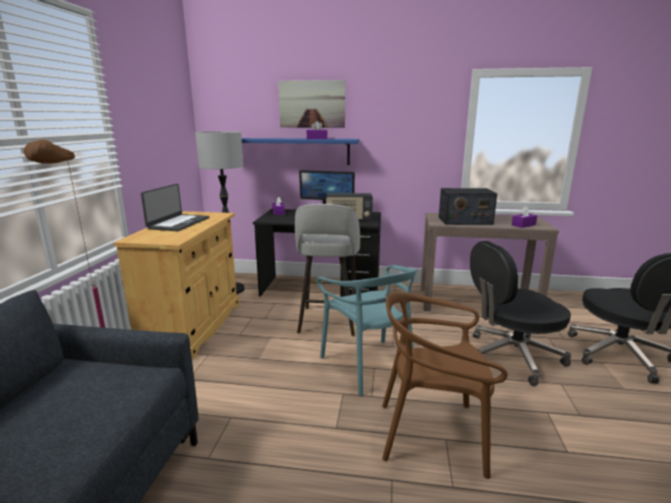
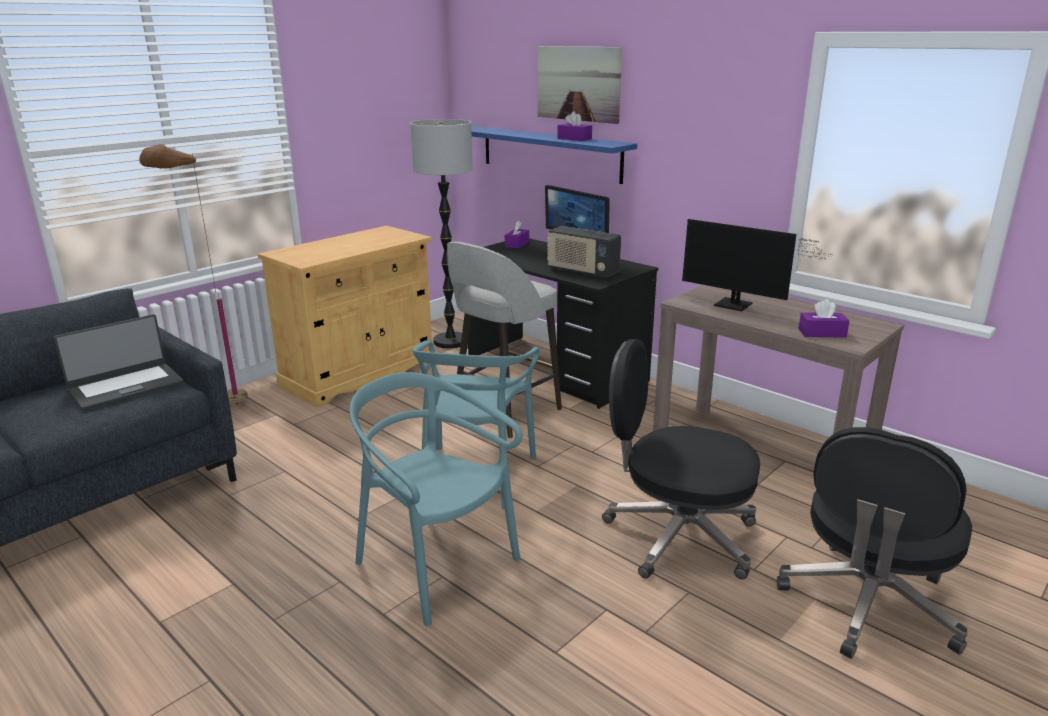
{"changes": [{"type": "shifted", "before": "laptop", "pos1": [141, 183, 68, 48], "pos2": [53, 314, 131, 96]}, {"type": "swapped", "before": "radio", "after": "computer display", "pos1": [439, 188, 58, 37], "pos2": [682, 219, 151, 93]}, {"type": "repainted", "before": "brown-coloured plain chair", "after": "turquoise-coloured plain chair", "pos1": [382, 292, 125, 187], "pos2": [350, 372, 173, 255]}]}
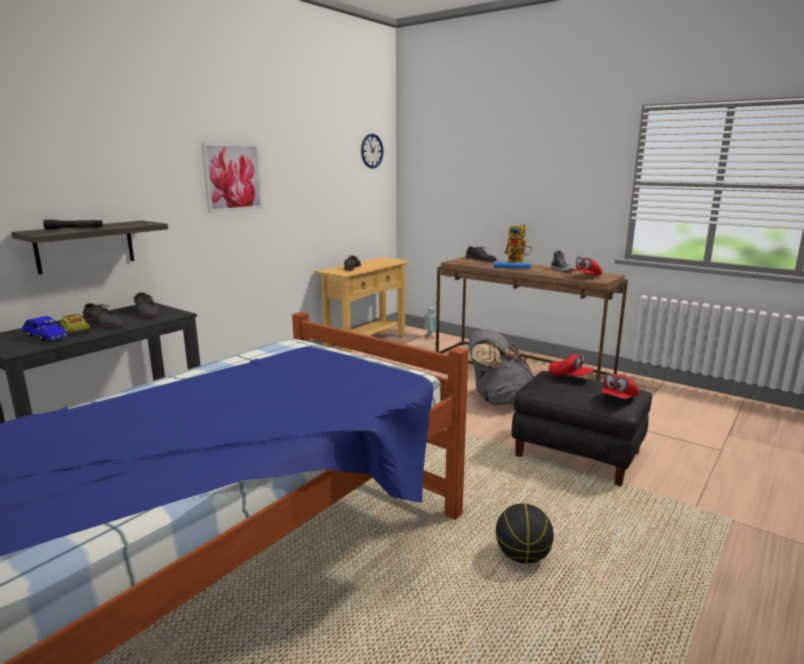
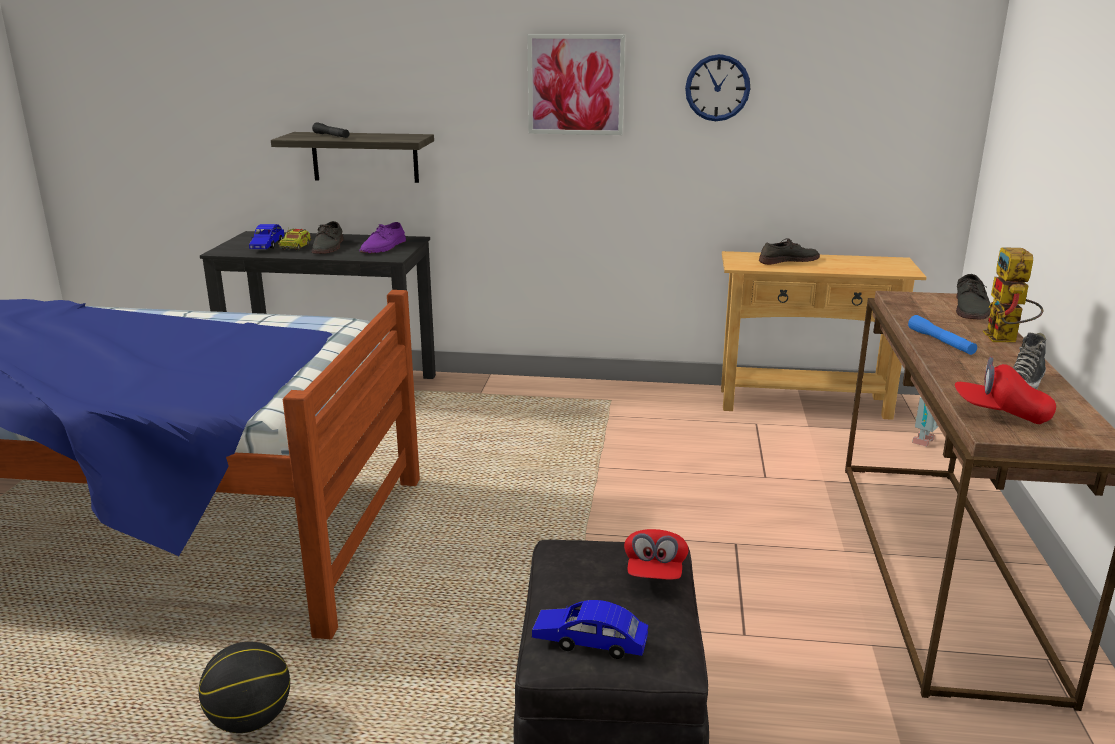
{"changes": [{"type": "shifted", "before": "hanging clock", "pos1": [361, 134, 23, 35], "pos2": [685, 54, 65, 67]}, {"type": "repainted", "before": "grey item of footwear", "after": "purple-coloured item of footwear", "pos1": [134, 292, 26, 26], "pos2": [359, 222, 47, 31]}, {"type": "gone", "before": "grey knapsack", "pos1": [468, 329, 66, 77]}, {"type": "swapped", "before": "reddish peaked cap", "after": "blue-coloured miniature car", "pos1": [599, 373, 40, 26], "pos2": [532, 600, 116, 59]}]}
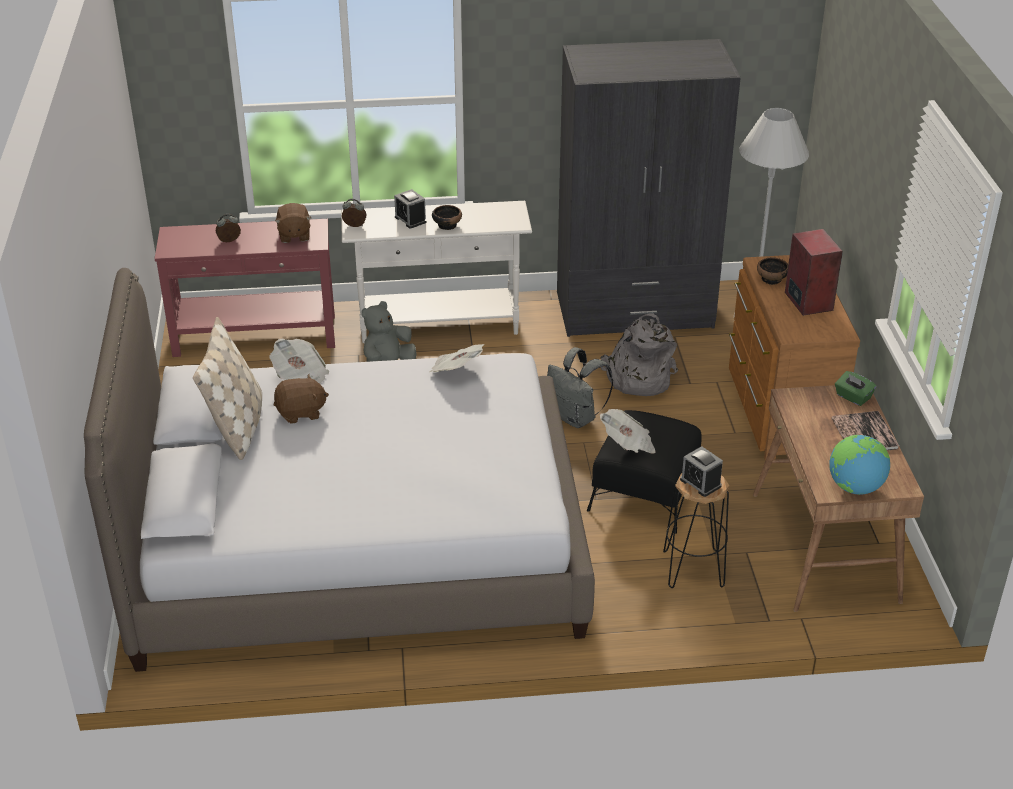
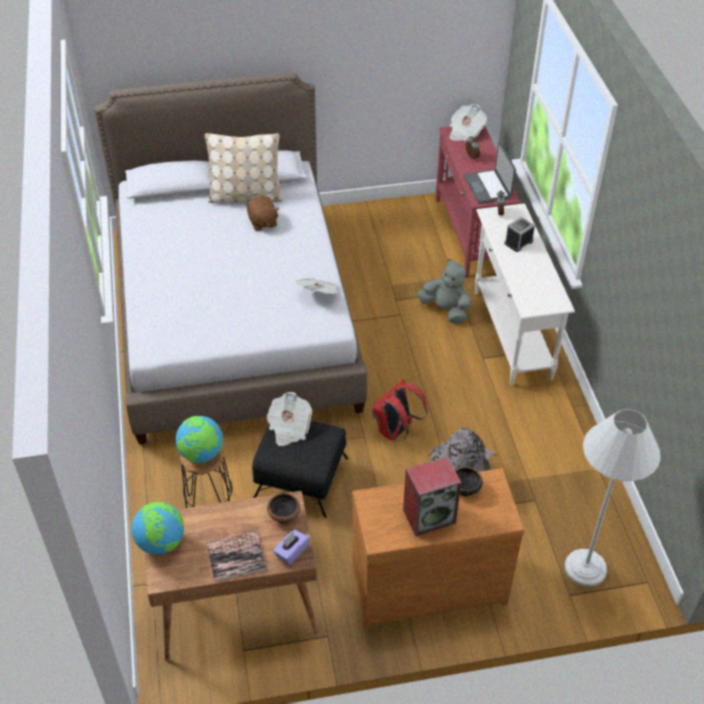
{"changes": [{"type": "gone", "before": "grey wardrobe", "pos1": [557, 39, 183, 298]}, {"type": "swapped", "before": "brown-coloured plush toy", "after": "laptop", "pos1": [275, 203, 36, 40], "pos2": [464, 142, 52, 62]}, {"type": "shifted", "before": "bowl", "pos1": [432, 205, 30, 25], "pos2": [267, 493, 33, 30]}, {"type": "shifted", "before": "newspaper", "pos1": [269, 338, 60, 46], "pos2": [449, 104, 38, 37]}, {"type": "repainted", "before": "grey knapsack", "after": "reddish knapsack", "pos1": [547, 347, 66, 81], "pos2": [372, 379, 56, 62]}, {"type": "repainted", "before": "green tissue holder", "after": "purple-coloured tissue holder", "pos1": [835, 371, 41, 35], "pos2": [273, 530, 37, 35]}, {"type": "swapped", "before": "bedside clock", "after": "desk globe", "pos1": [680, 446, 43, 51], "pos2": [176, 416, 47, 47]}]}
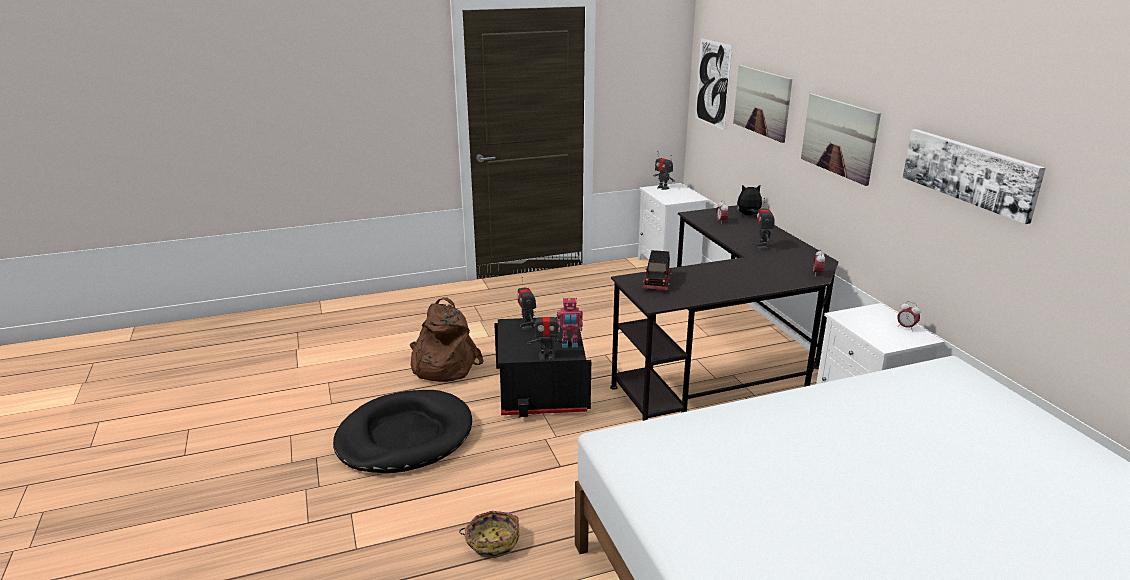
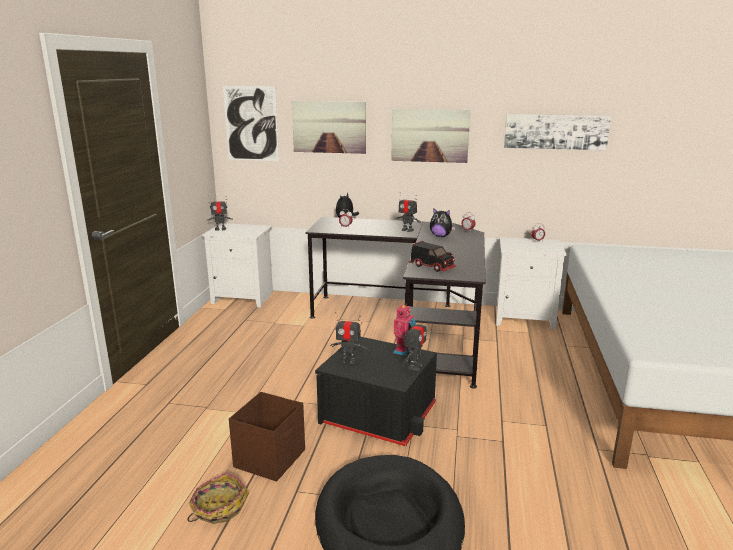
{"changes": [{"type": "swapped", "before": "brown-coloured knapsack", "after": "brown-coloured storage container", "pos1": [410, 297, 74, 85], "pos2": [229, 392, 76, 90]}, {"type": "shifted", "before": "storage basket", "pos1": [459, 511, 60, 47], "pos2": [188, 473, 61, 51]}, {"type": "new", "after": "plush toy", "pos2": [430, 208, 26, 29]}]}
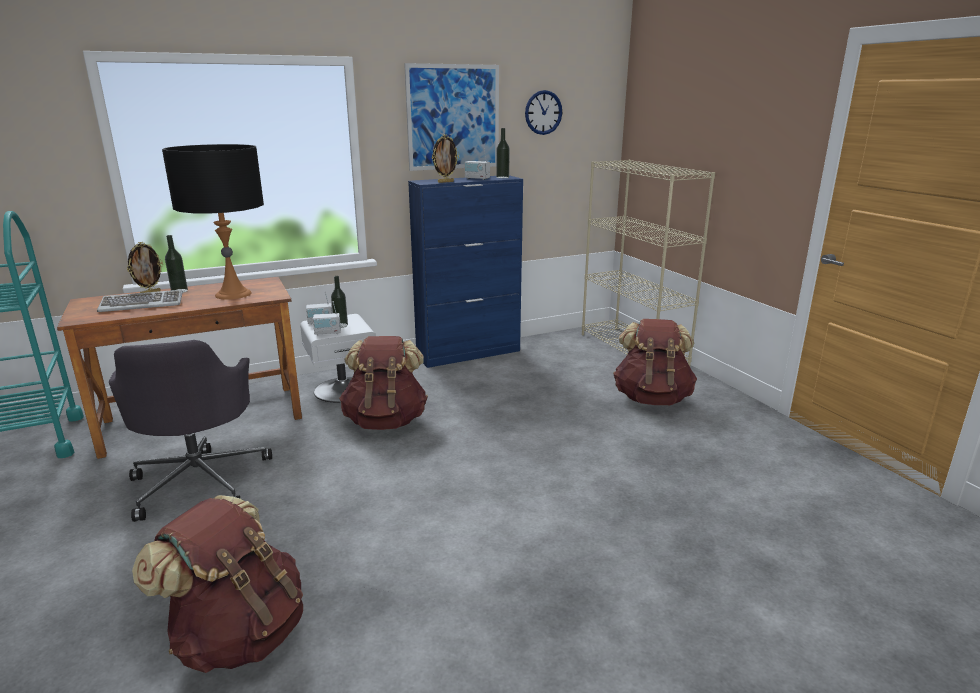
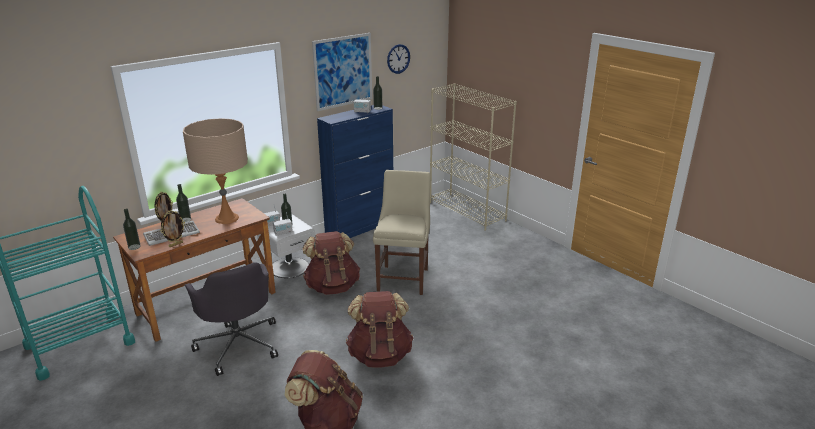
{"changes": [{"type": "shifted", "before": "photo frame", "pos1": [432, 134, 27, 49], "pos2": [160, 210, 25, 37]}, {"type": "repainted", "before": "black lamp for a table", "after": "beige lamp for a table", "pos1": [162, 144, 102, 156], "pos2": [183, 118, 65, 106]}, {"type": "shifted", "before": "brown-coloured knapsack", "pos1": [613, 319, 84, 86], "pos2": [346, 291, 67, 76]}, {"type": "new", "after": "beige plain chair", "pos2": [373, 170, 57, 125]}, {"type": "new", "after": "drink bottle", "pos2": [123, 209, 18, 41]}]}
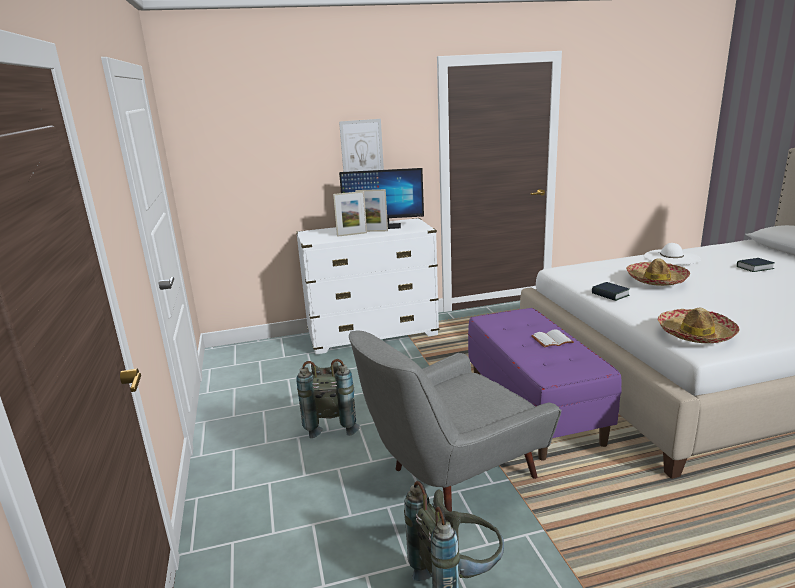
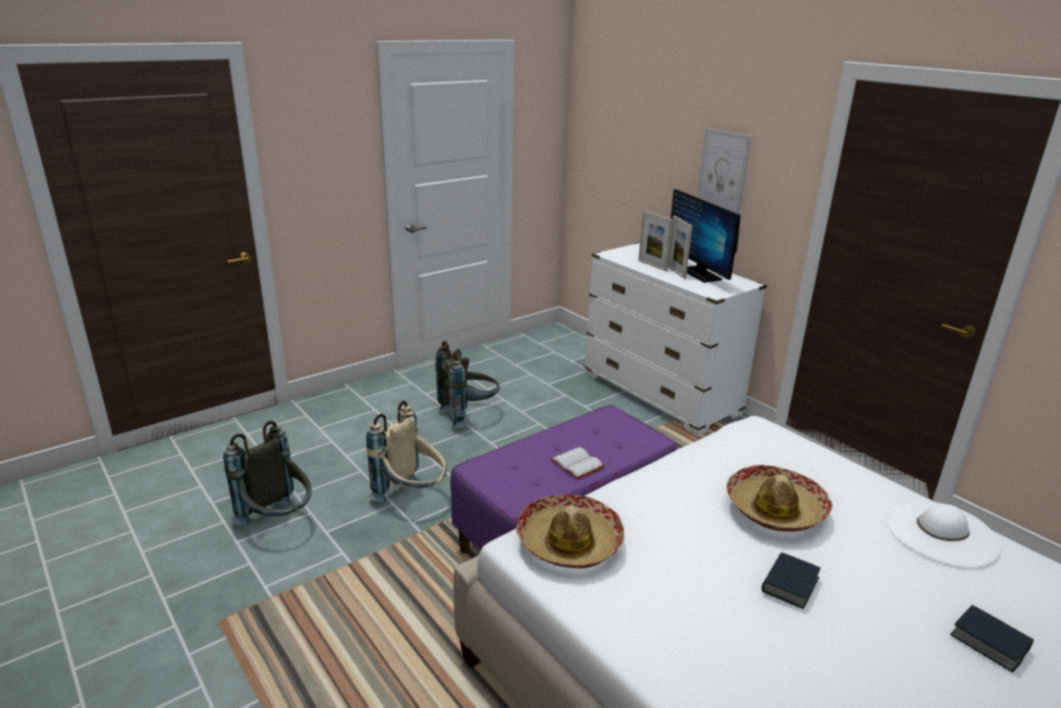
{"changes": [{"type": "shifted", "before": "book", "pos1": [592, 282, 37, 19], "pos2": [762, 552, 58, 57]}, {"type": "swapped", "before": "grey lounge chair", "after": "beige knapsack", "pos1": [349, 330, 212, 182], "pos2": [366, 401, 81, 101]}]}
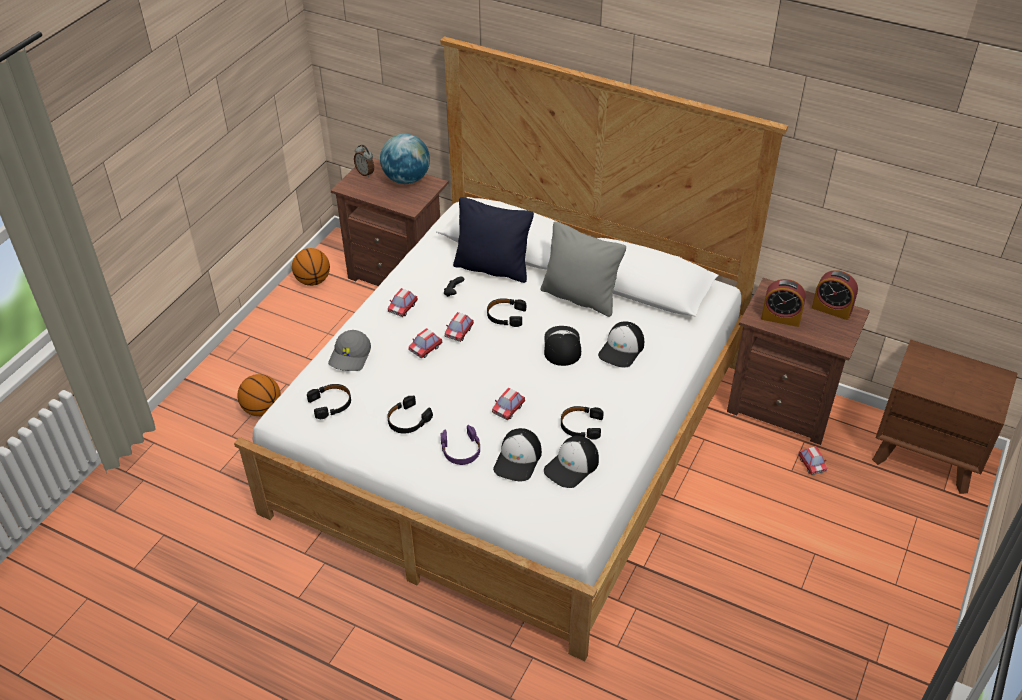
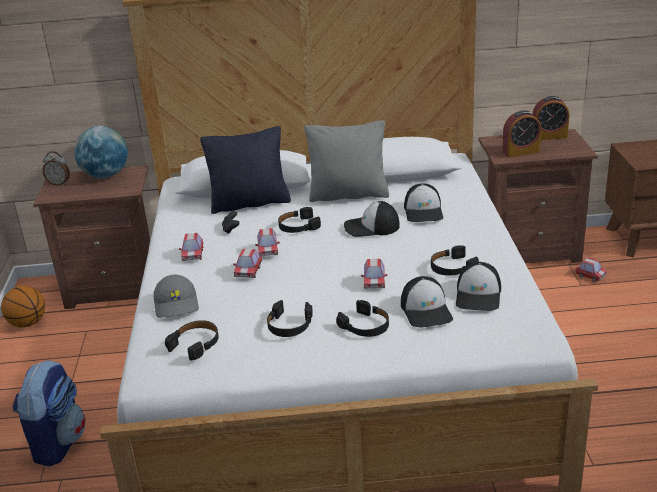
{"changes": [{"type": "rotated", "before": "peaked cap", "pos1": [544, 326, 37, 40], "pos2": [344, 201, 56, 36], "turn": -60}, {"type": "swapped", "before": "ball for basketball", "after": "knapsack", "pos1": [237, 374, 44, 42], "pos2": [13, 360, 73, 107]}, {"type": "repainted", "before": "purple-coloured headset", "after": "black headset", "pos1": [440, 425, 40, 40], "pos2": [336, 300, 53, 37]}]}
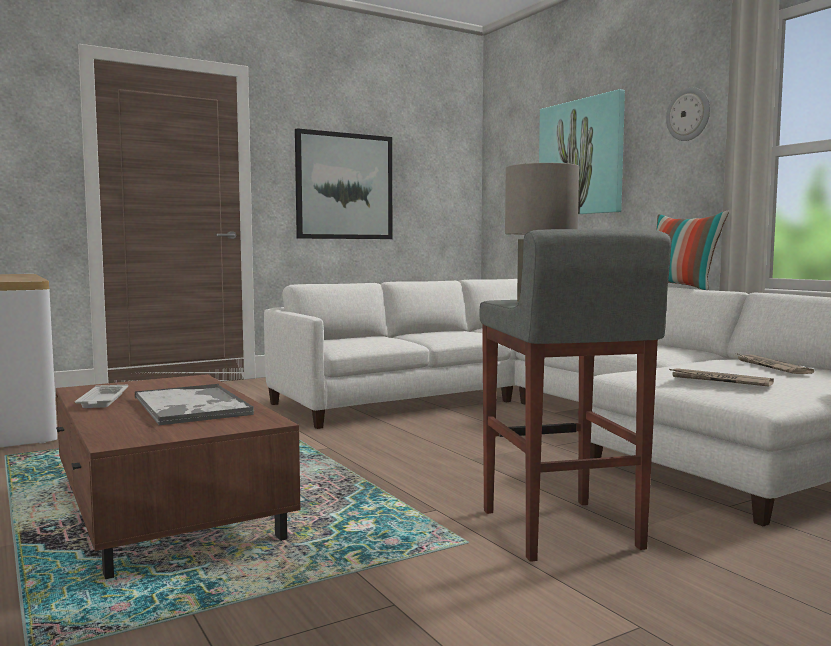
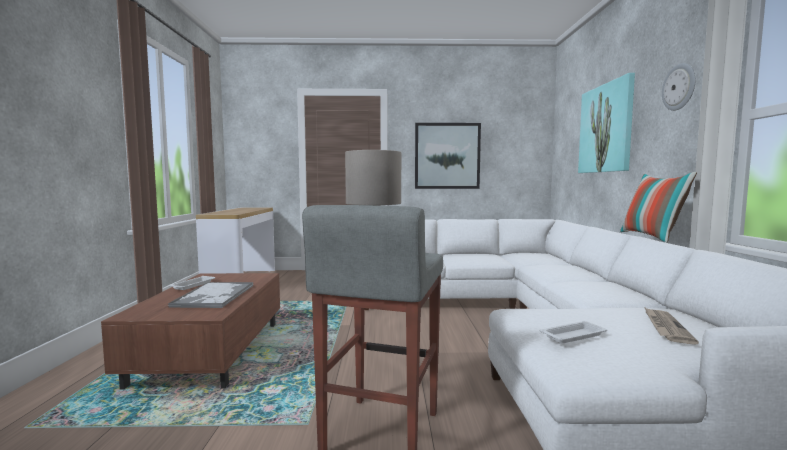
{"changes": [{"type": "swapped", "before": "newspaper", "after": "white-coloured tray", "pos1": [669, 368, 105, 19], "pos2": [540, 321, 67, 22]}]}
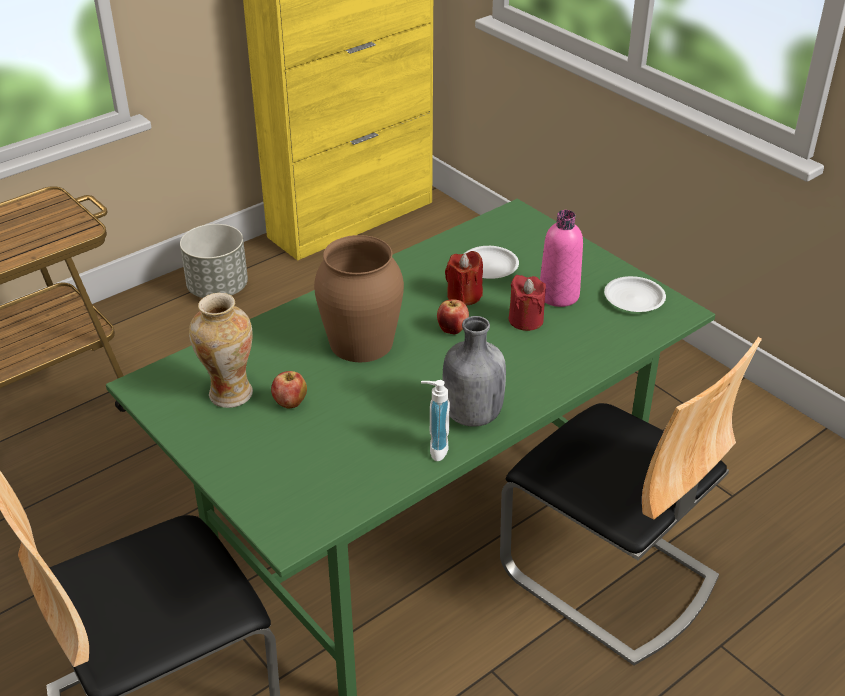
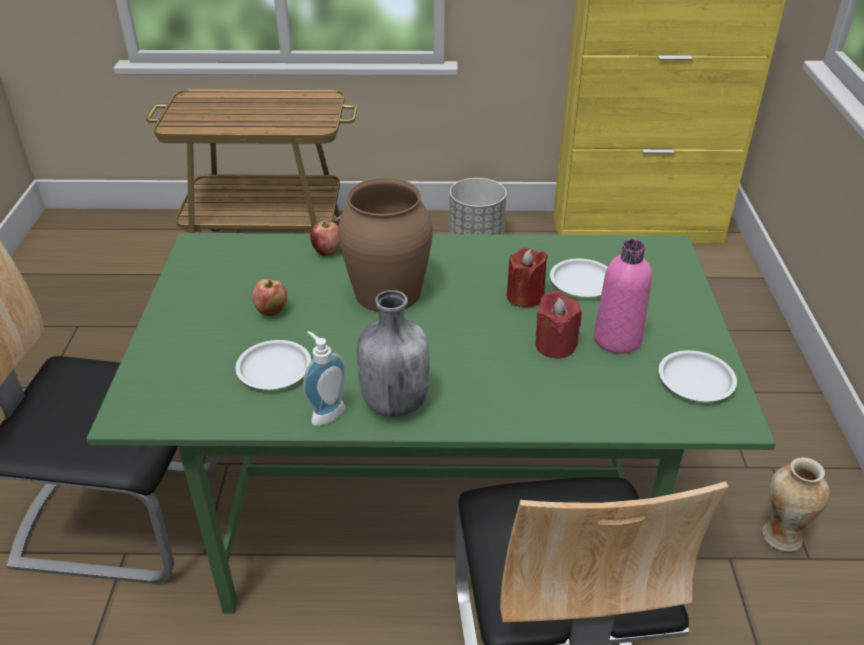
{"changes": [{"type": "shifted", "before": "vase", "pos1": [189, 293, 64, 115], "pos2": [762, 457, 68, 95]}, {"type": "shifted", "before": "apple", "pos1": [437, 299, 32, 35], "pos2": [310, 221, 30, 35]}, {"type": "new", "after": "white-coloured dinner plate", "pos2": [235, 340, 76, 49]}]}
